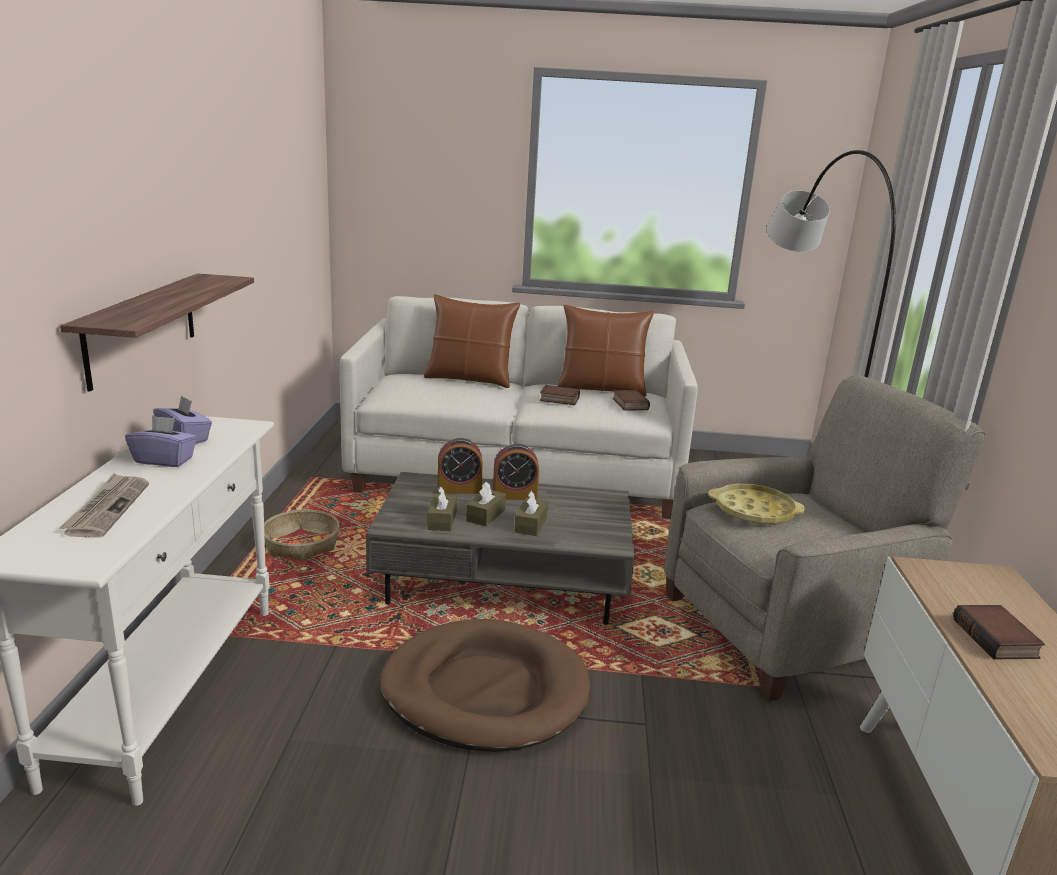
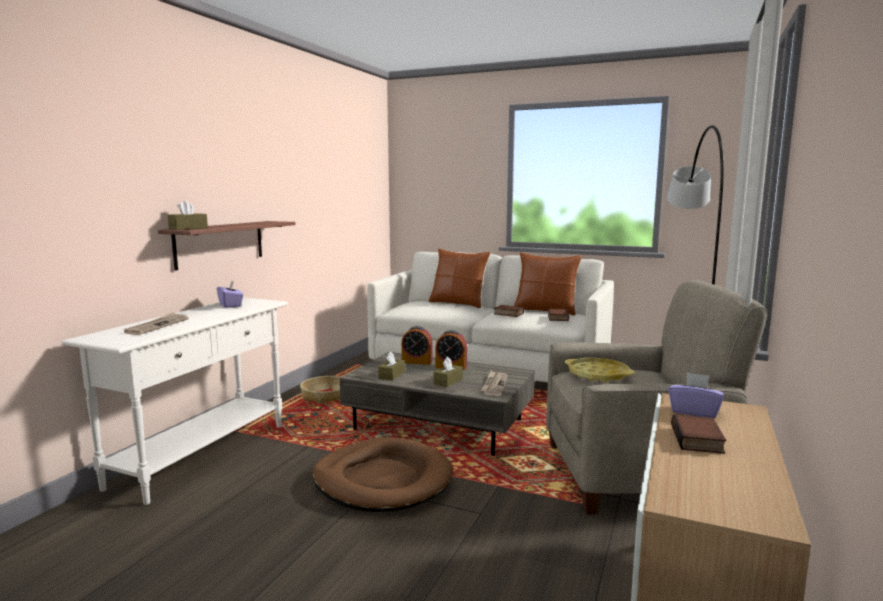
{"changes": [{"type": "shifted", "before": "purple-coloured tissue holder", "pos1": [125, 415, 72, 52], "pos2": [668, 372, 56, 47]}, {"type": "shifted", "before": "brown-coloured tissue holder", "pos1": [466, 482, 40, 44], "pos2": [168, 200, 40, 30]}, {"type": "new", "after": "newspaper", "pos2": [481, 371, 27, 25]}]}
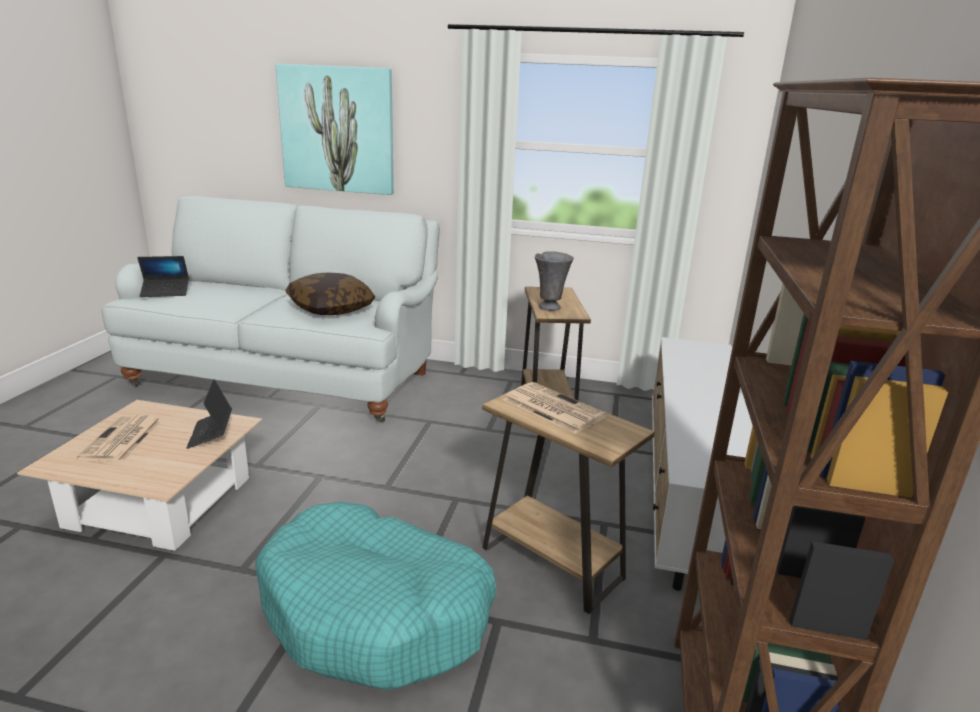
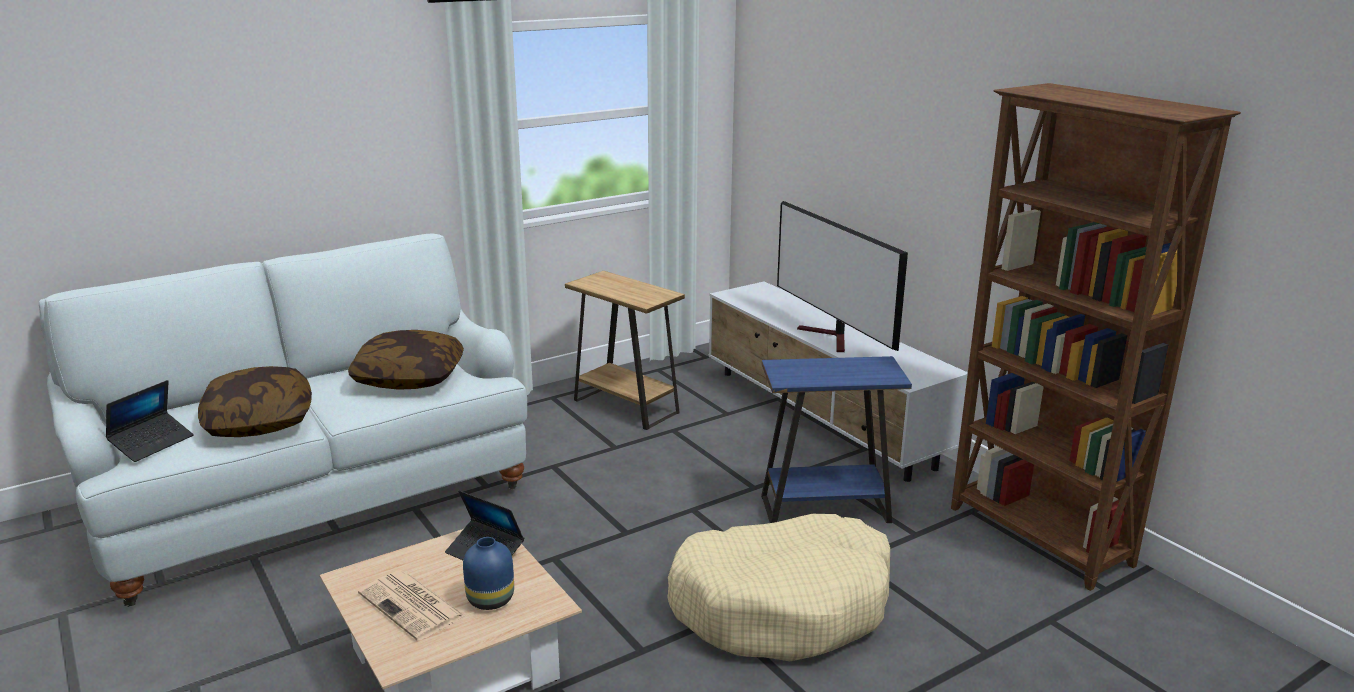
{"changes": [{"type": "gone", "before": "wall picture", "pos1": [275, 64, 119, 131]}, {"type": "gone", "before": "grey vase", "pos1": [535, 251, 39, 60]}, {"type": "repainted", "before": "brown-coloured side table", "after": "blue-coloured side table", "pos1": [482, 382, 173, 232], "pos2": [761, 356, 151, 167]}, {"type": "gone", "before": "newspaper", "pos1": [503, 382, 104, 52]}, {"type": "repainted", "before": "turquoise-coloured dog bed", "after": "beige dog bed", "pos1": [256, 502, 241, 188], "pos2": [667, 514, 223, 147]}, {"type": "new", "after": "TV set", "pos2": [777, 201, 131, 151]}, {"type": "new", "after": "cushion", "pos2": [198, 366, 114, 71]}, {"type": "new", "after": "blue-coloured vase", "pos2": [463, 537, 51, 73]}]}
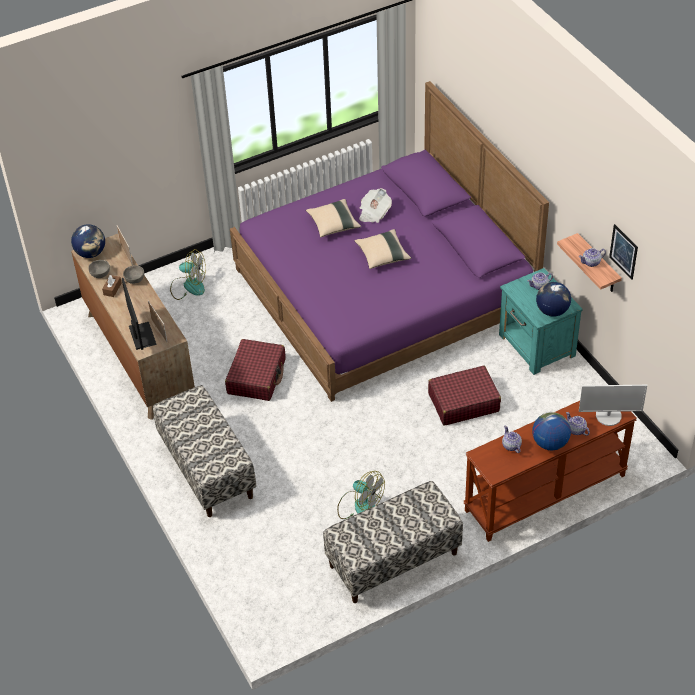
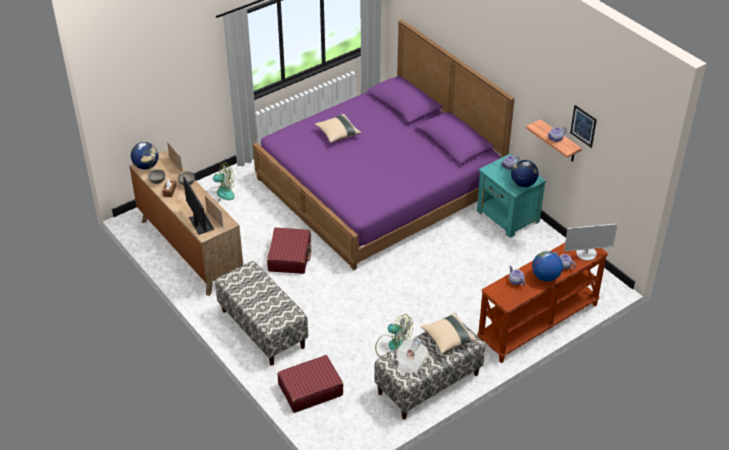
{"changes": [{"type": "shifted", "before": "newspaper", "pos1": [359, 188, 33, 35], "pos2": [396, 338, 32, 36]}, {"type": "shifted", "before": "beige cushion", "pos1": [354, 229, 57, 40], "pos2": [421, 312, 56, 42]}, {"type": "shifted", "before": "reddish travel case", "pos1": [428, 365, 73, 61], "pos2": [278, 355, 65, 58]}]}
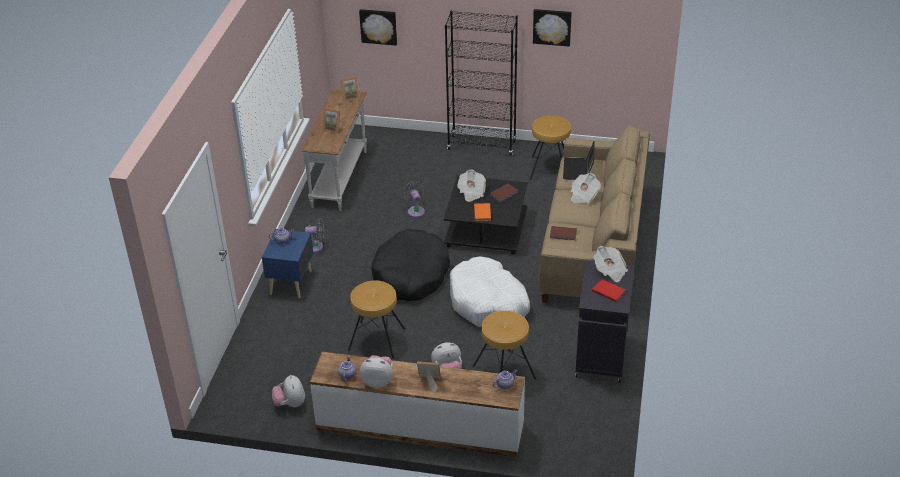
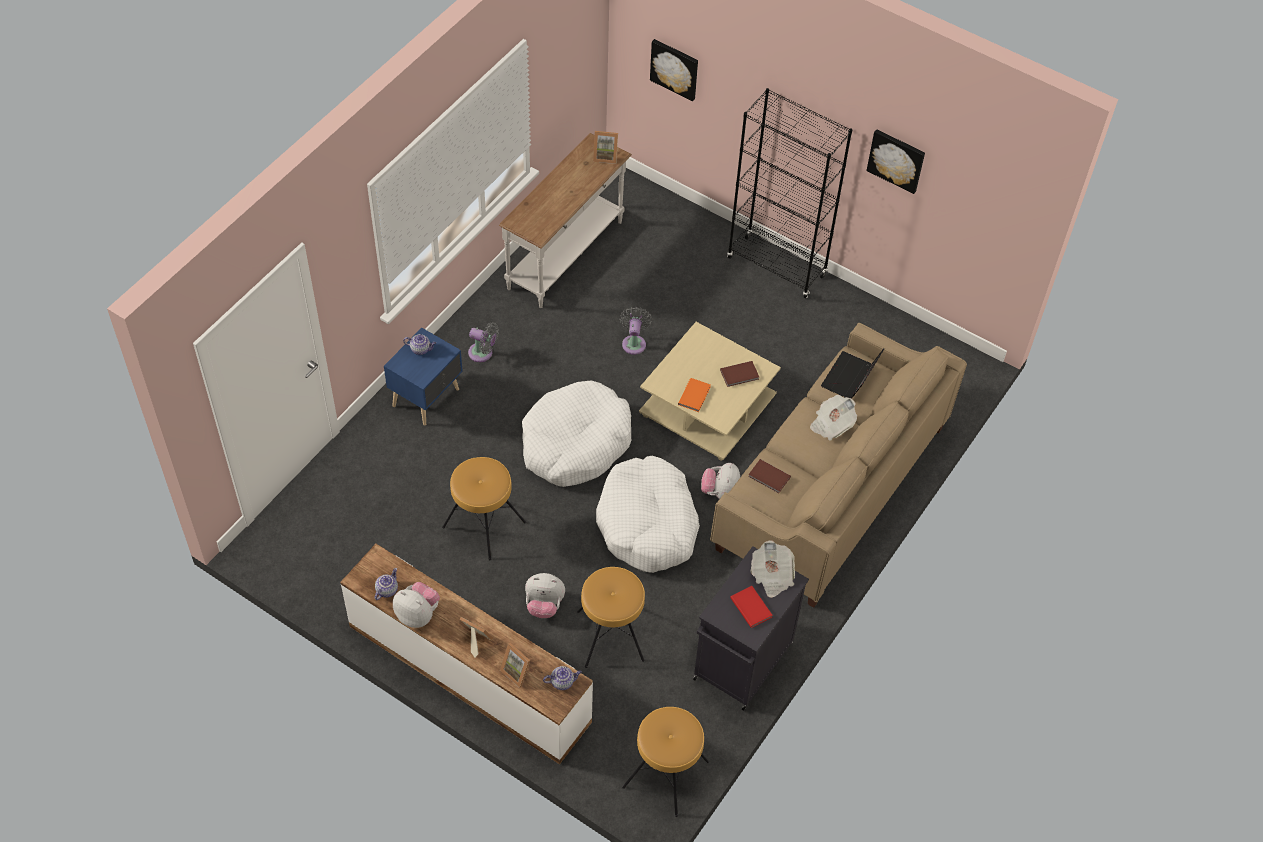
{"changes": [{"type": "shifted", "before": "photo frame", "pos1": [322, 107, 18, 27], "pos2": [500, 643, 30, 45]}, {"type": "shifted", "before": "brown-coloured stool seat", "pos1": [530, 115, 41, 65], "pos2": [622, 707, 87, 110]}, {"type": "gone", "before": "newspaper", "pos1": [457, 170, 29, 32]}, {"type": "repainted", "before": "black lounge table", "after": "beige lounge table", "pos1": [443, 175, 85, 79], "pos2": [639, 322, 142, 139]}, {"type": "repainted", "before": "black dog bed", "after": "white-coloured dog bed", "pos1": [371, 229, 79, 72], "pos2": [522, 380, 109, 107]}, {"type": "shifted", "before": "plush toy", "pos1": [272, 375, 33, 32], "pos2": [701, 463, 39, 36]}]}
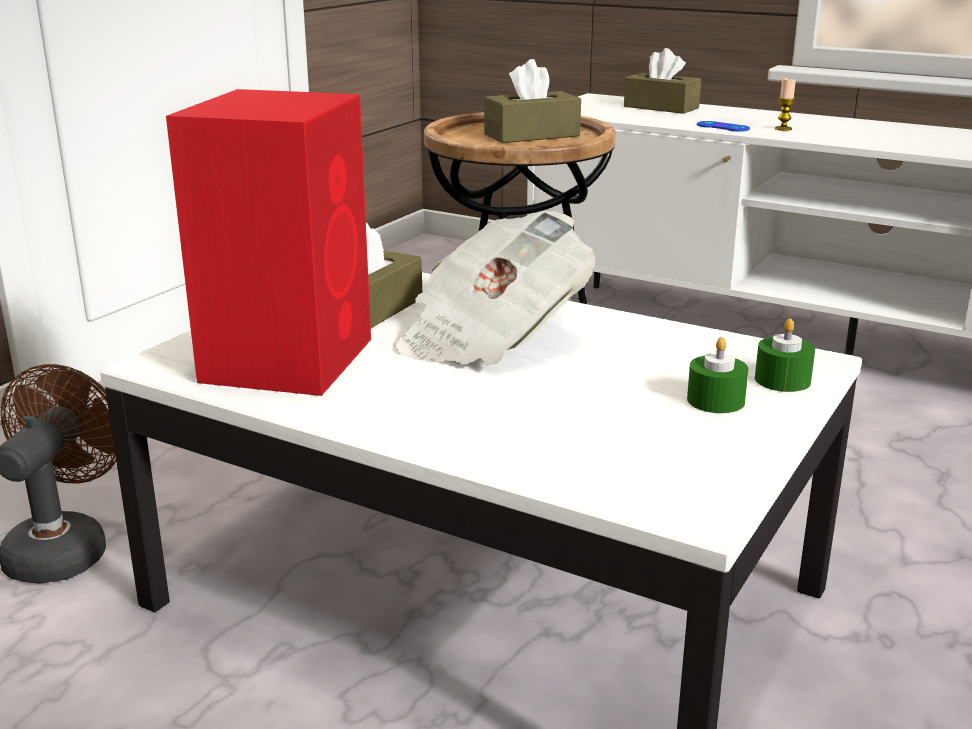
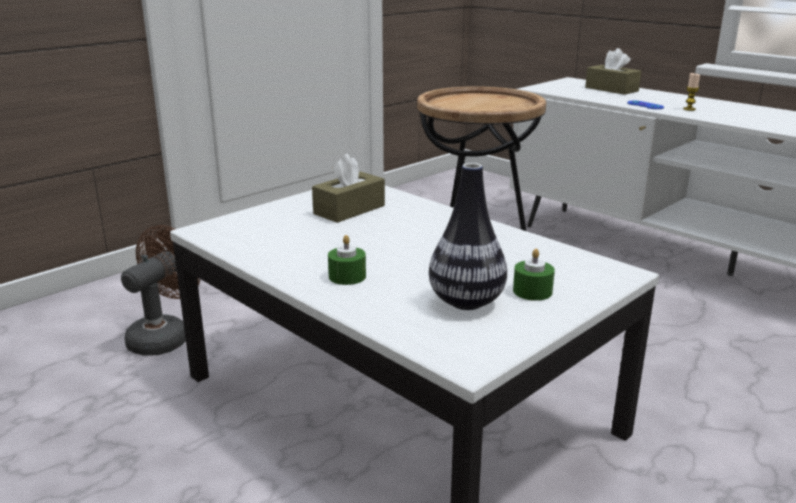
{"changes": [{"type": "gone", "before": "brown-coloured tissue holder", "pos1": [484, 59, 97, 84]}, {"type": "gone", "before": "reddish speaker", "pos1": [166, 89, 205, 307]}, {"type": "gone", "before": "newspaper", "pos1": [396, 211, 199, 155]}, {"type": "shifted", "before": "green candle", "pos1": [755, 319, 60, 73], "pos2": [328, 235, 38, 50]}, {"type": "new", "after": "vase", "pos2": [429, 163, 78, 147]}]}
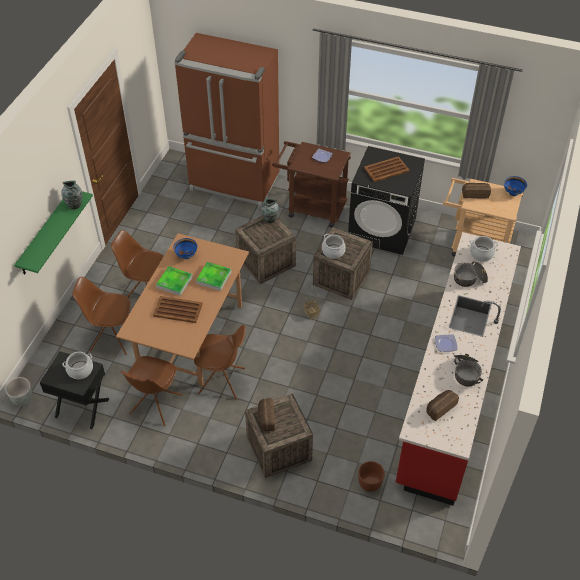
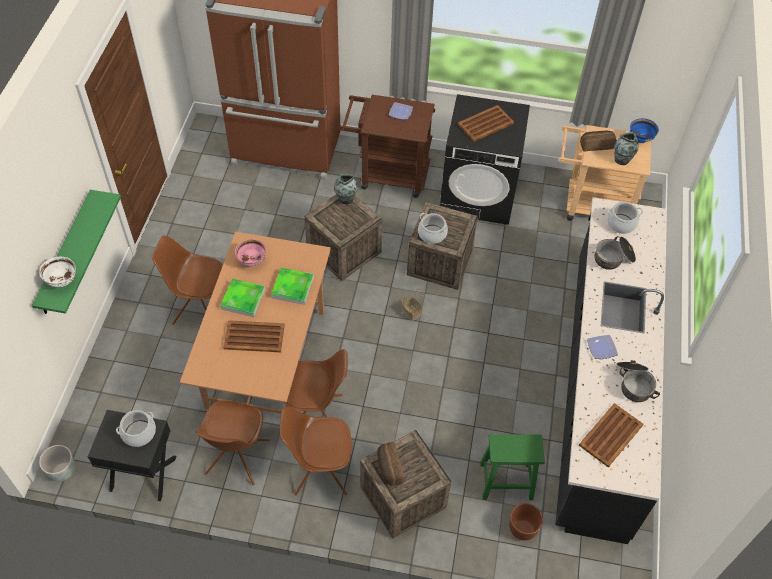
{"changes": [{"type": "shifted", "before": "vase", "pos1": [61, 180, 22, 30], "pos2": [614, 132, 25, 33]}, {"type": "repainted", "before": "reddish counter", "after": "black counter", "pos1": [396, 232, 125, 274], "pos2": [555, 197, 111, 347]}, {"type": "repainted", "before": "blue-coloured bowl", "after": "pinkish bowl", "pos1": [173, 238, 24, 21], "pos2": [235, 239, 31, 27]}, {"type": "shifted", "before": "brown-coloured plain chair", "pos1": [72, 277, 58, 78], "pos2": [280, 406, 72, 90]}, {"type": "swapped", "before": "baked bread", "after": "brown-coloured tray", "pos1": [426, 390, 33, 31], "pos2": [579, 403, 64, 64]}, {"type": "new", "after": "white-coloured bowl", "pos2": [39, 257, 37, 30]}, {"type": "new", "after": "green stool seat", "pos2": [480, 434, 65, 66]}]}
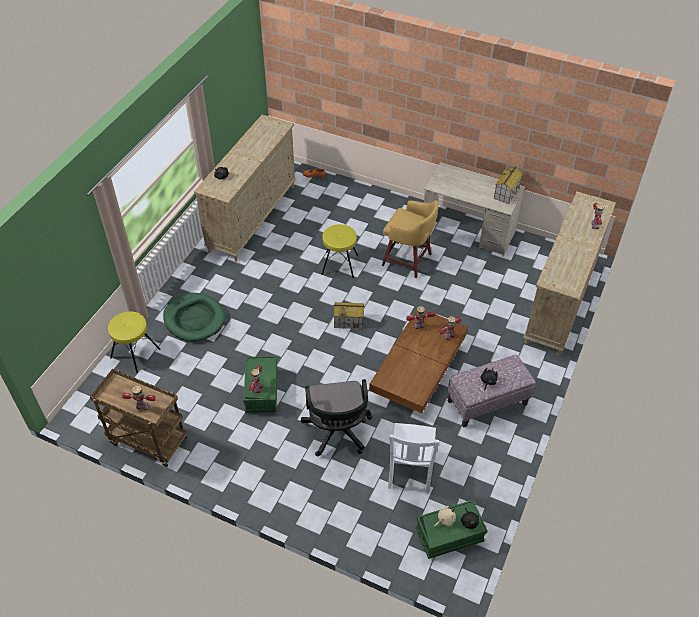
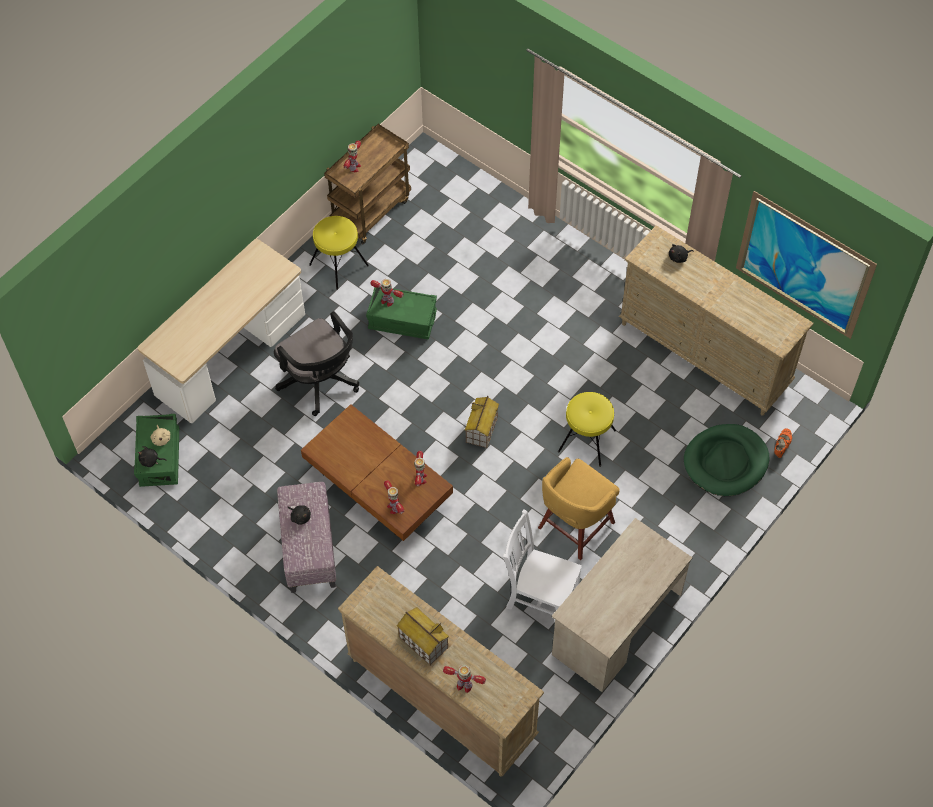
{"changes": [{"type": "shifted", "before": "model house", "pos1": [494, 166, 29, 38], "pos2": [397, 607, 52, 58]}, {"type": "shifted", "before": "green dog bed", "pos1": [163, 293, 63, 48], "pos2": [684, 424, 86, 72]}, {"type": "shifted", "before": "yellow stool seat", "pos1": [108, 311, 53, 62], "pos2": [309, 216, 60, 74]}, {"type": "rotated", "before": "black computer chair", "pos1": [301, 379, 71, 77], "pos2": [274, 311, 85, 105], "turn": -135}, {"type": "shifted", "before": "white-coloured plain chair", "pos1": [388, 423, 51, 70], "pos2": [503, 509, 79, 106]}, {"type": "new", "after": "wall picture", "pos2": [736, 191, 141, 148]}, {"type": "new", "after": "desk table", "pos2": [138, 239, 167, 184]}]}
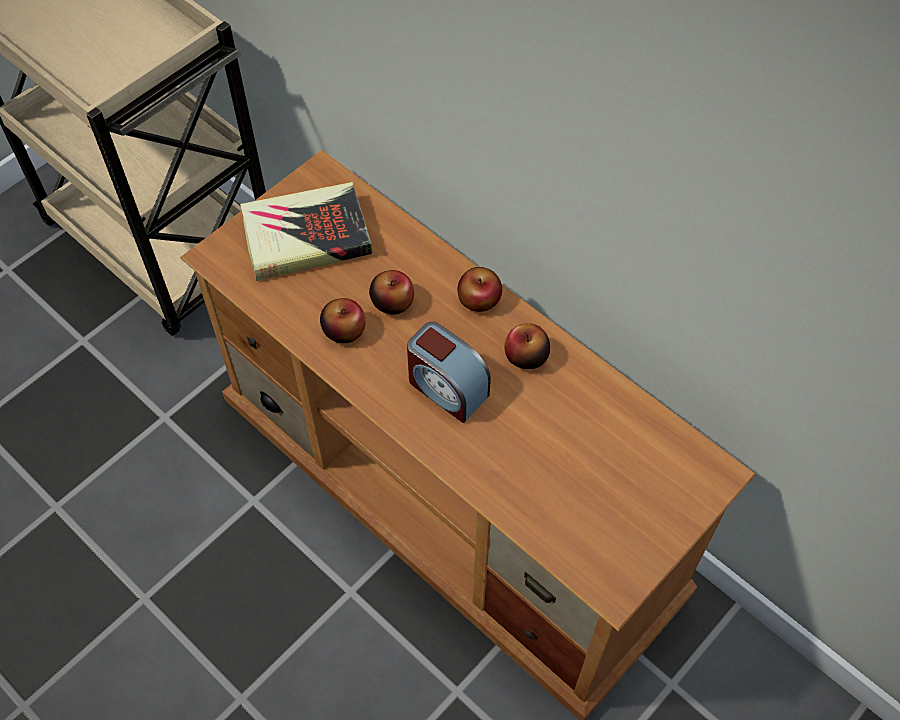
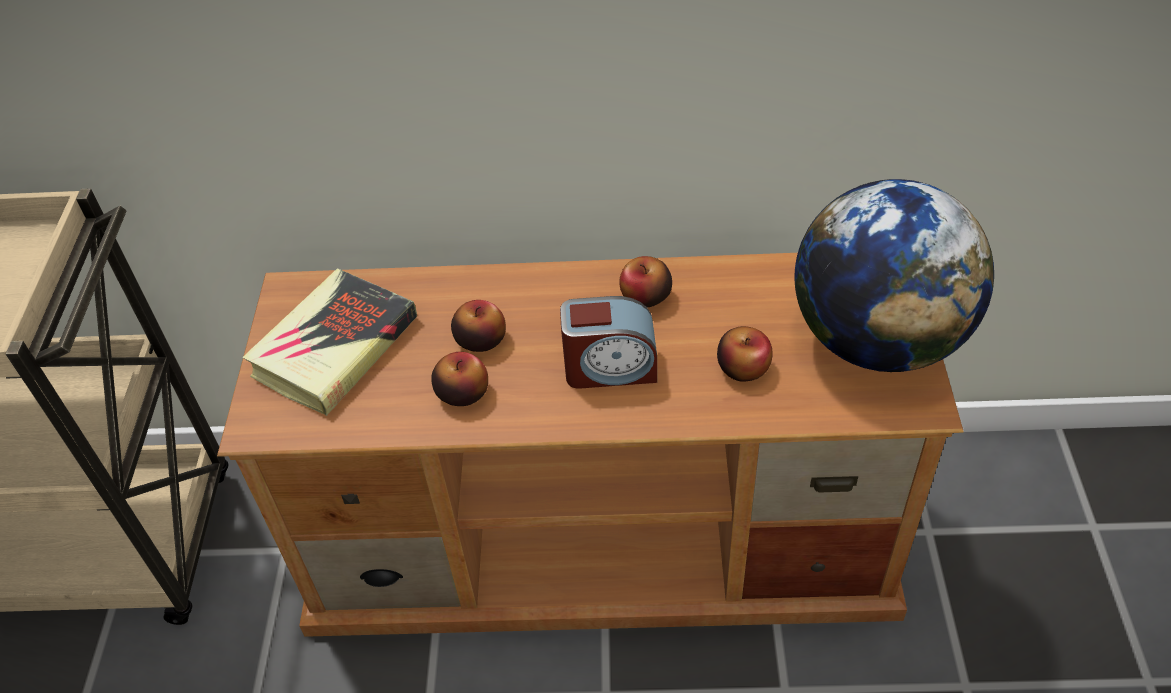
{"changes": [{"type": "shifted", "before": "apple", "pos1": [457, 267, 45, 45], "pos2": [717, 326, 56, 55]}, {"type": "new", "after": "desk globe", "pos2": [795, 179, 199, 193]}]}
